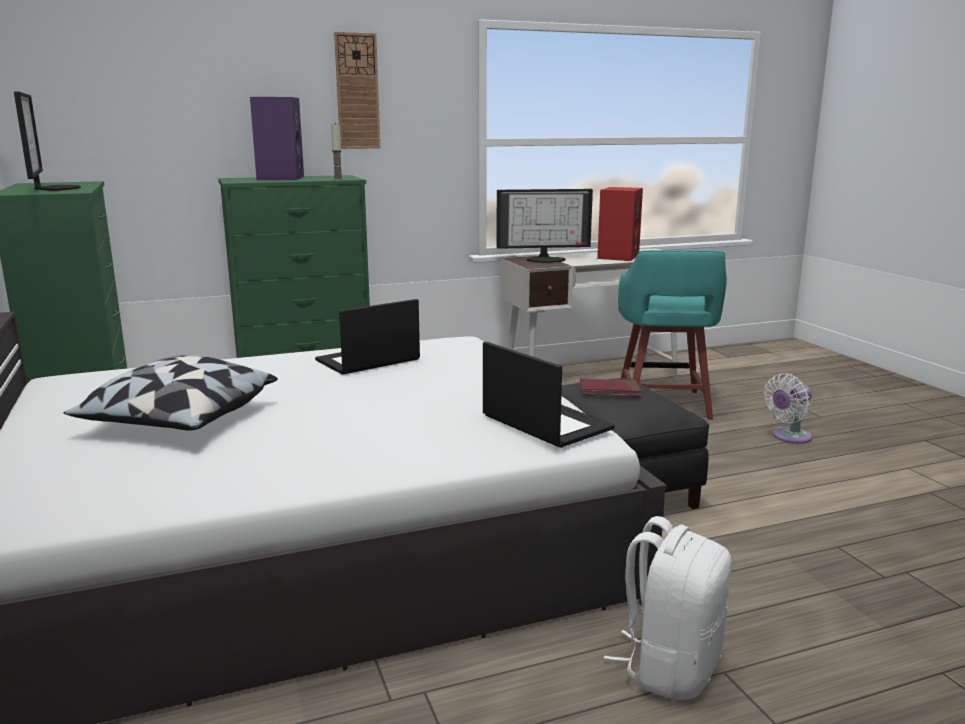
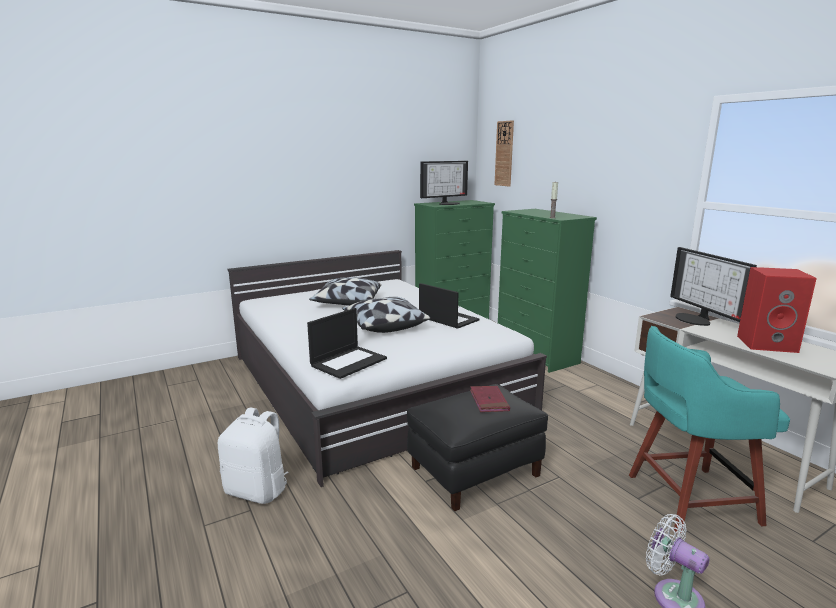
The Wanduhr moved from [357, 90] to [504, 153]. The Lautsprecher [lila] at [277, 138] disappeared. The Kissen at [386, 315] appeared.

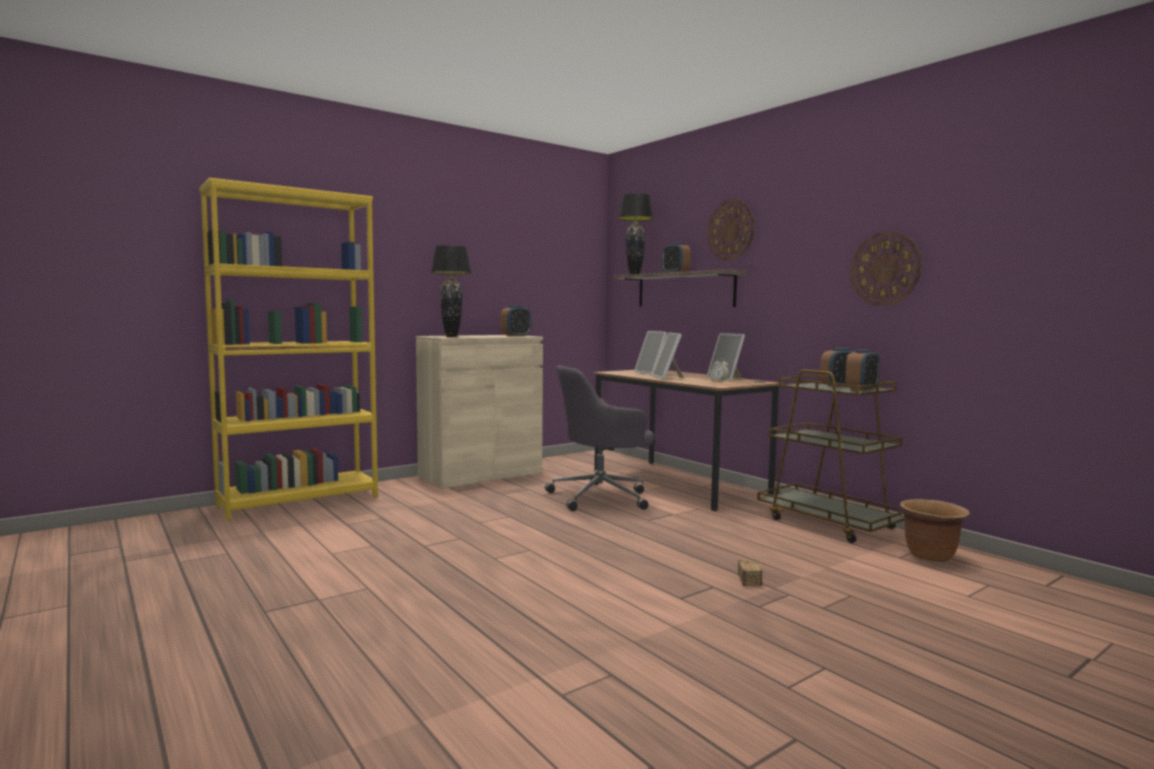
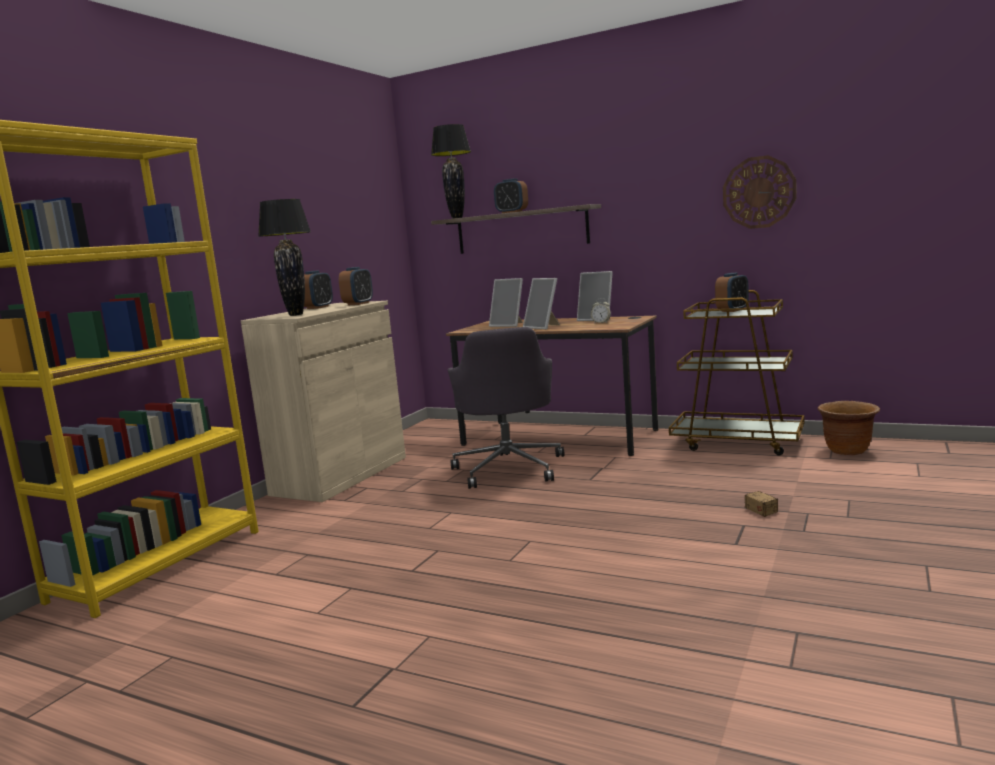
The Wanduhr at [731, 229] disappeared. The Wecker moved from [862, 370] to [318, 289]. The Bürostuhl [grau] at [599, 438] turned 45 degrees counterclockwise.

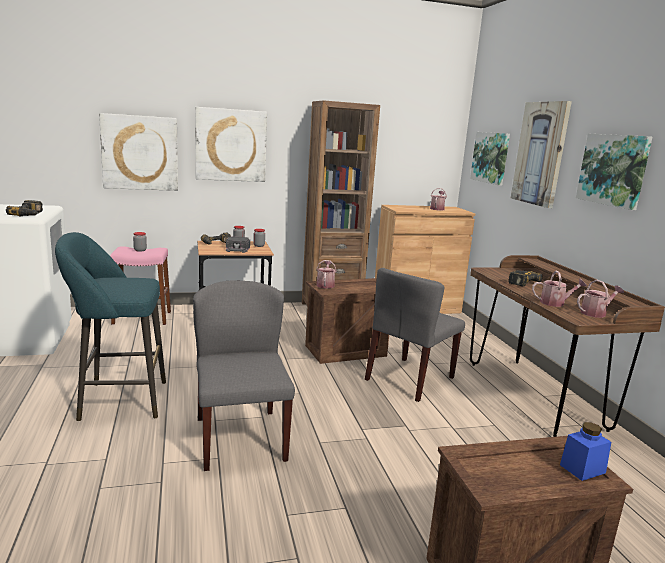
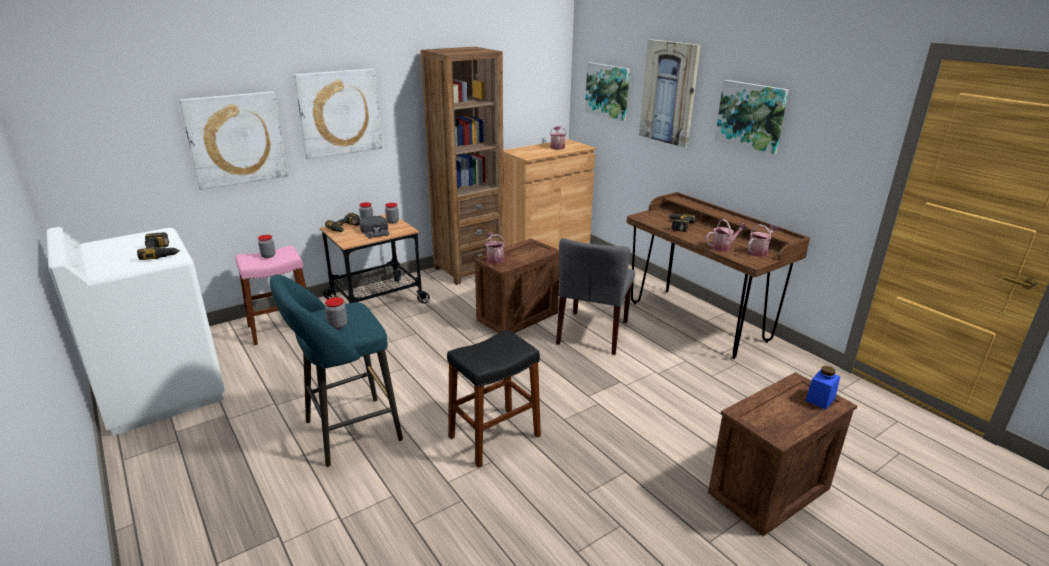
The Stuhl [grau] at [244, 375] was replaced by the Hocker [schwarz] at [494, 398]. The Vorratsglas at [336, 313] appeared.

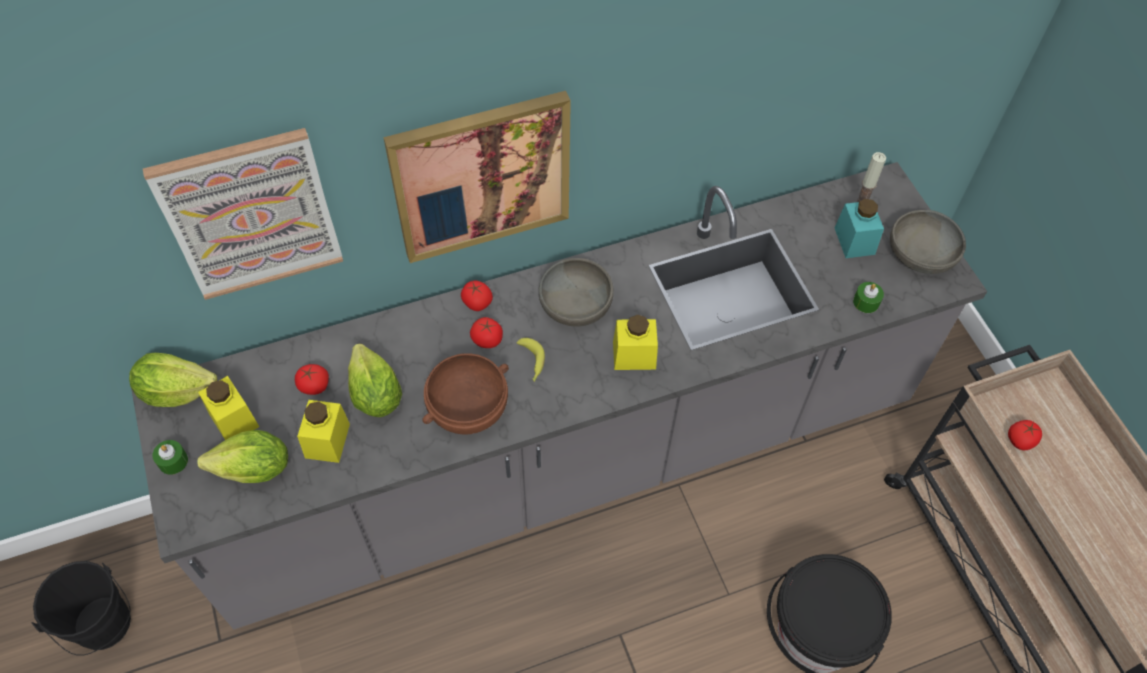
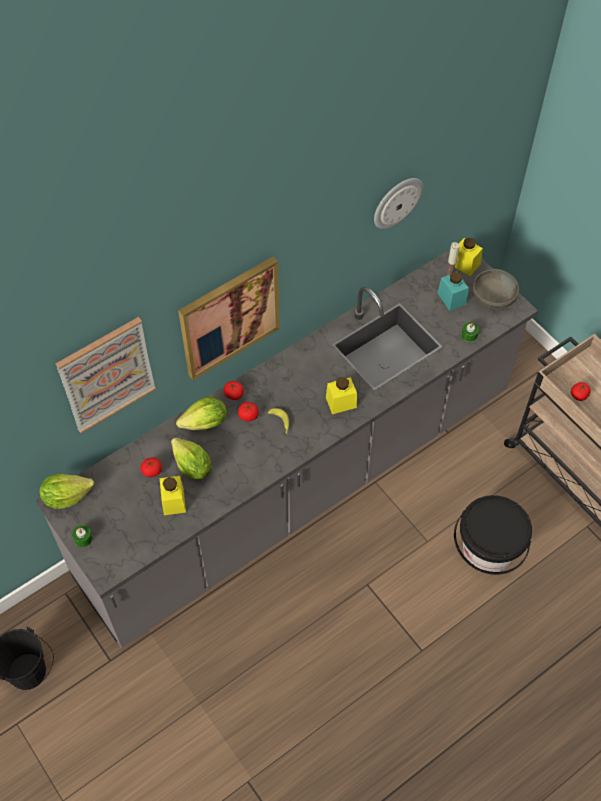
The Schüssel [grau] at [576, 292] disappeared. The Schüssel [braun] at [466, 393] disappeared. The Vorratsglas [gelb] moved from [228, 408] to [469, 257]. The Salatkopf moved from [242, 456] to [201, 413]. The Wanduhr at [398, 203] appeared.

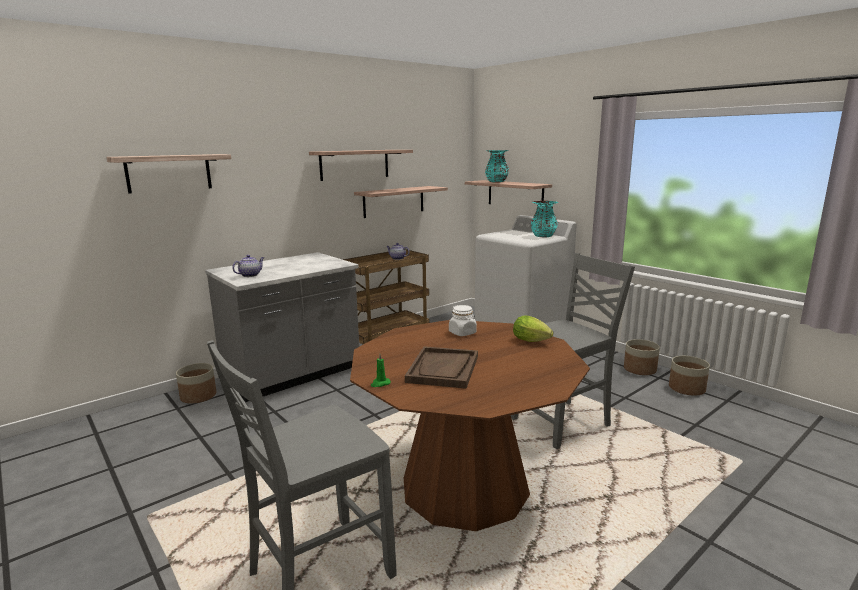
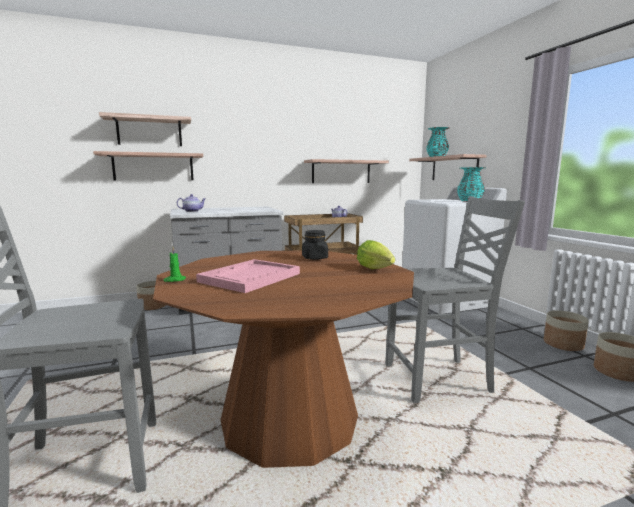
The Wandregal moved from [361, 165] to [148, 165]. The Vorratsglas [weiß] at [463, 320] became the Vorratsglas [schwarz] at [315, 245]. The Tablett [braun] at [441, 367] became the Tablett [rosa] at [248, 276].

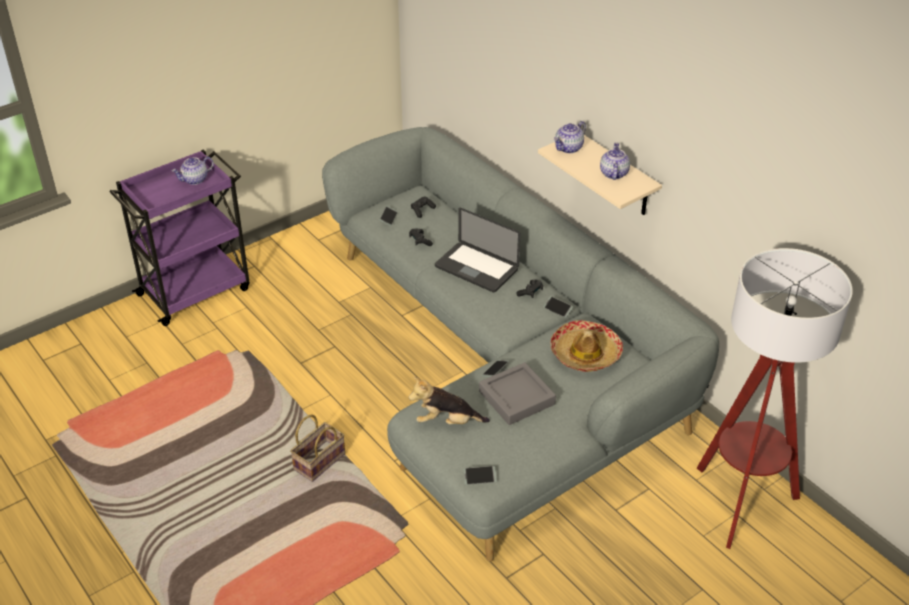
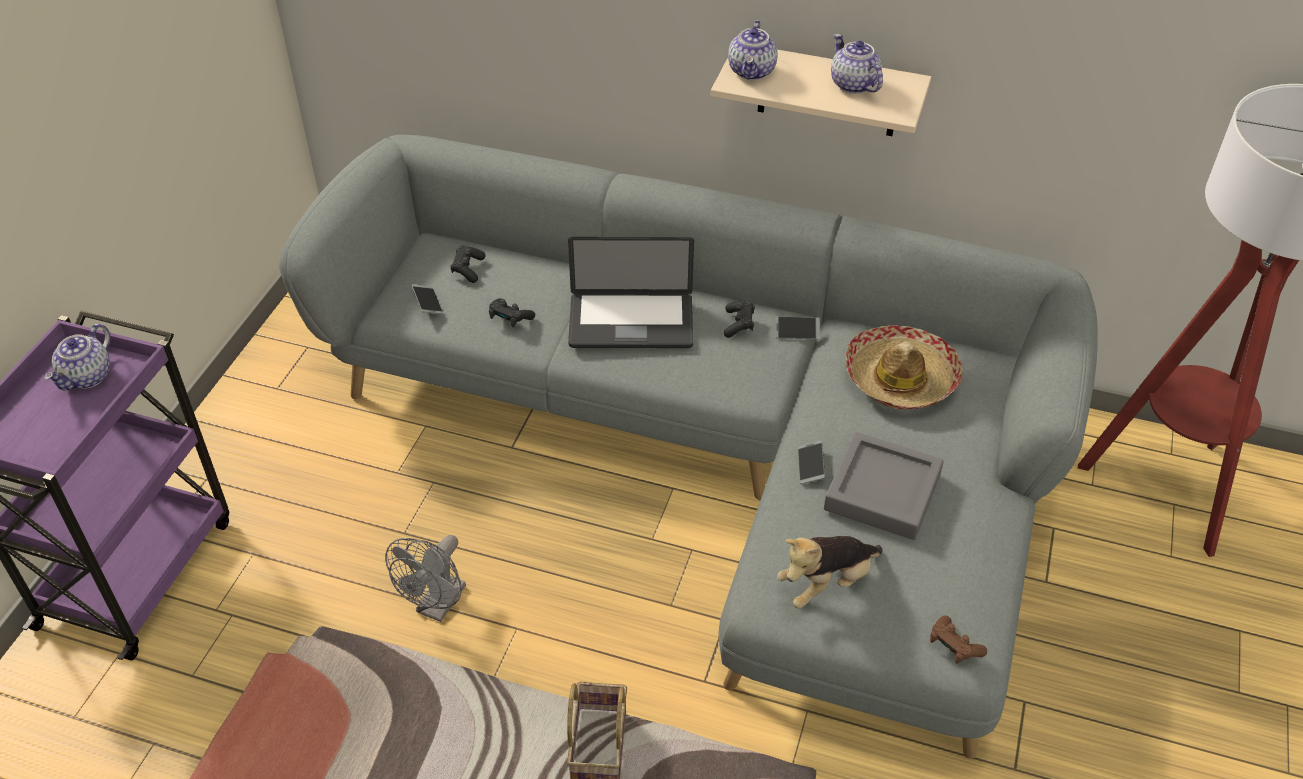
The Handy at [480, 475] was replaced by the Gamepad [braun] at [958, 640]. The Ventilator [grau] at [425, 578] appeared.

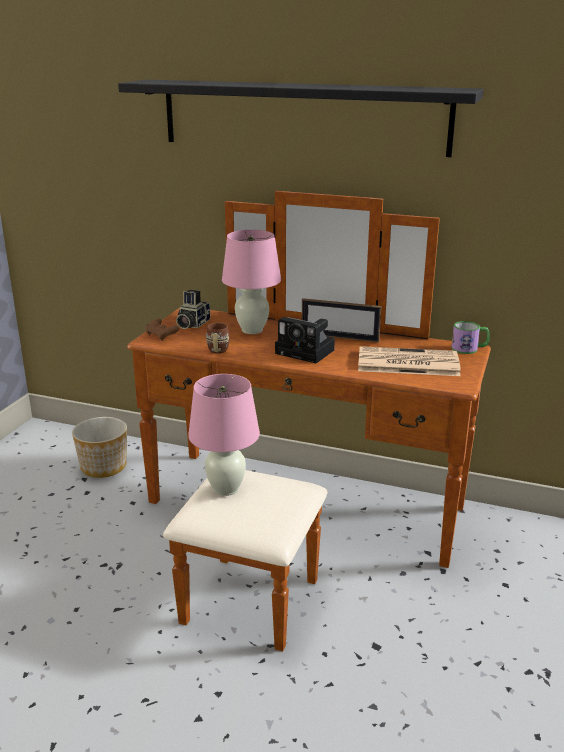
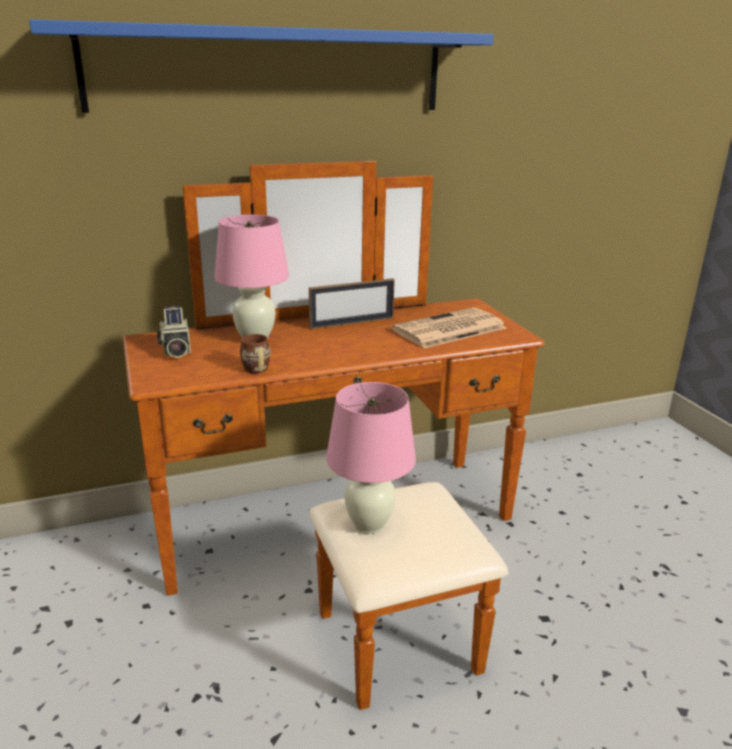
The Wandregal [schwarz] at [301, 118] became the Wandregal [blau] at [261, 66]. The Kamera at [305, 340] disappeared. The Gamepad [braun] at [162, 329] disappeared. The Henkelbecher at [470, 337] disappeared. The Pflanzkübel at [99, 447] disappeared.

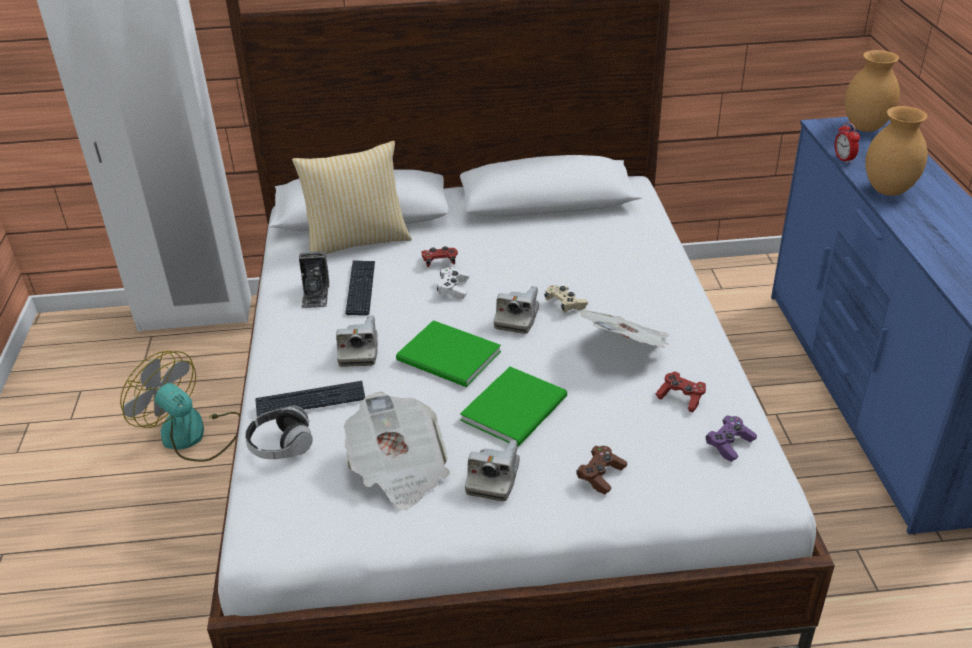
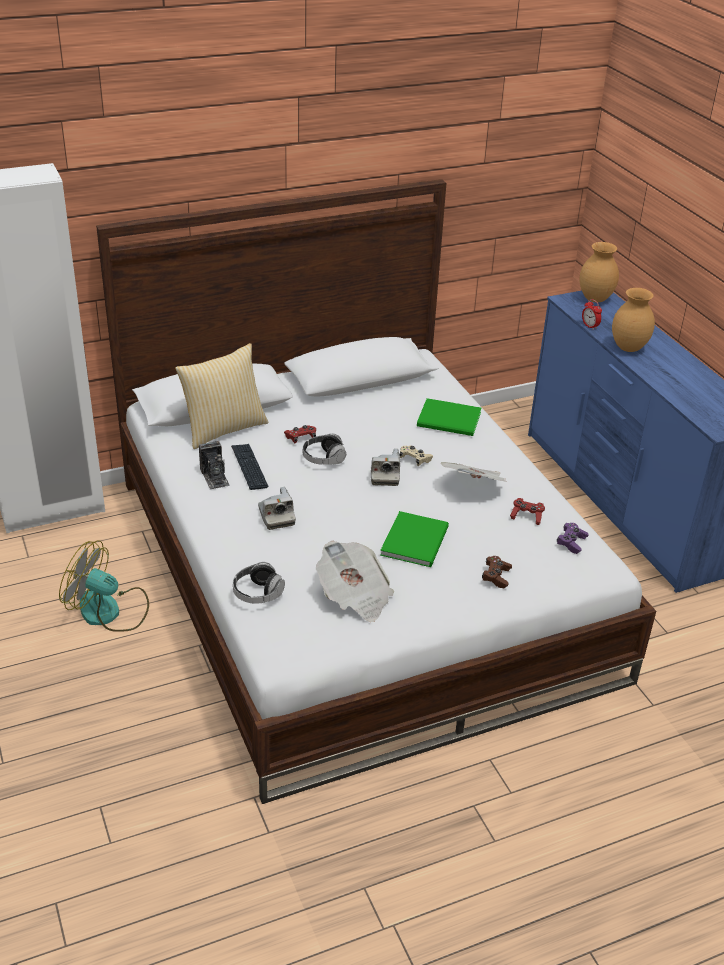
The Gamepad [weiß] at [453, 283] was replaced by the Kopfhörer at [324, 449]. The Buch [grün] moved from [448, 353] to [449, 417]. The Tastatur at [310, 399] disappeared. The Kamera at [492, 470] disappeared.

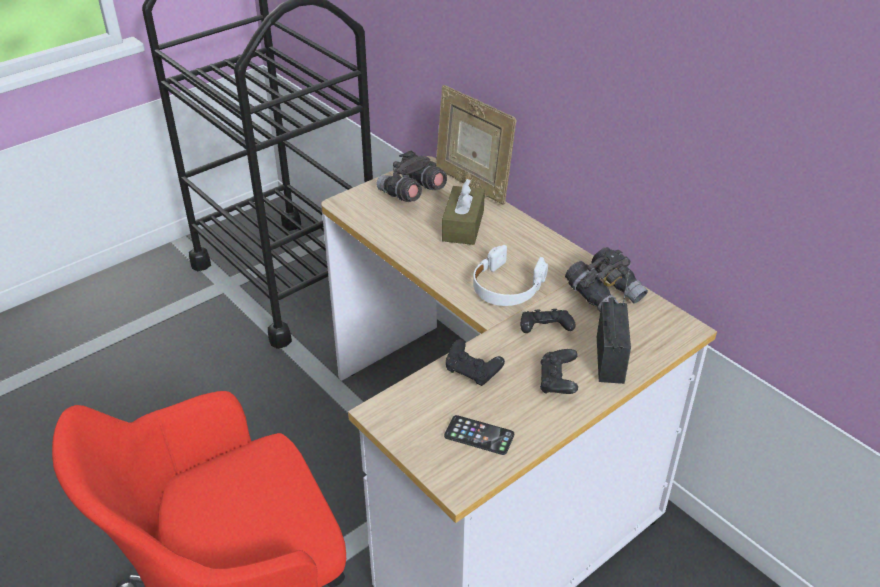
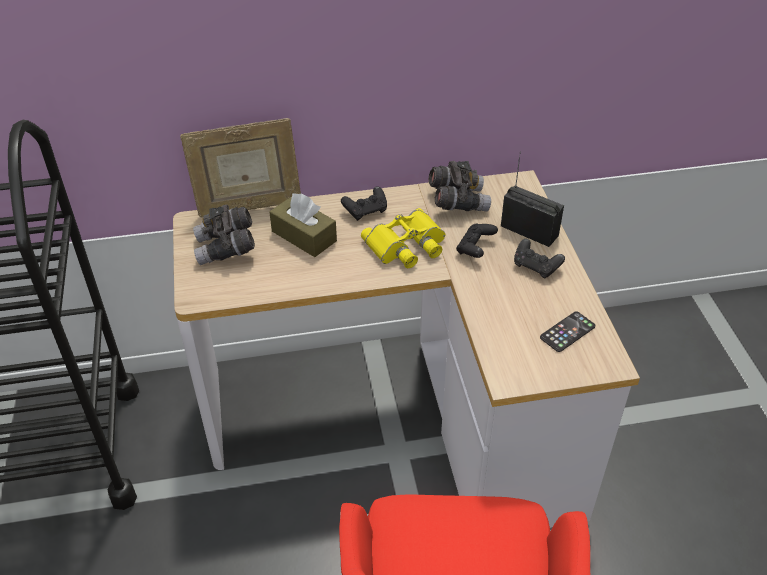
The Kopfhörer [weiß] at [510, 275] was replaced by the Fernglas [gelb] at [403, 238]. The Gamepad [schwarz] moved from [475, 362] to [364, 203].

